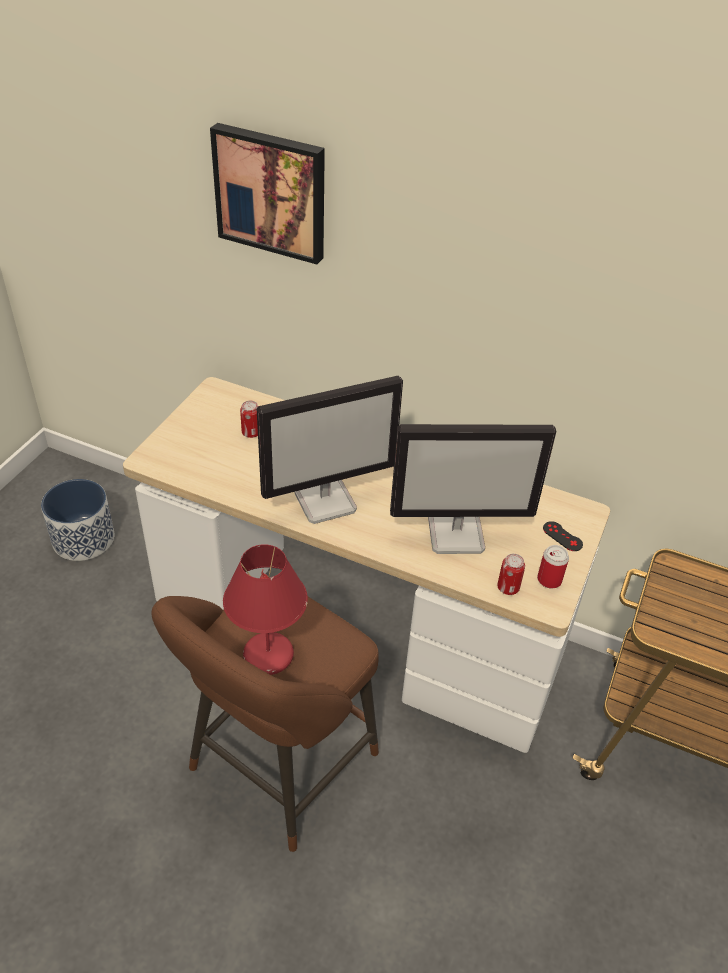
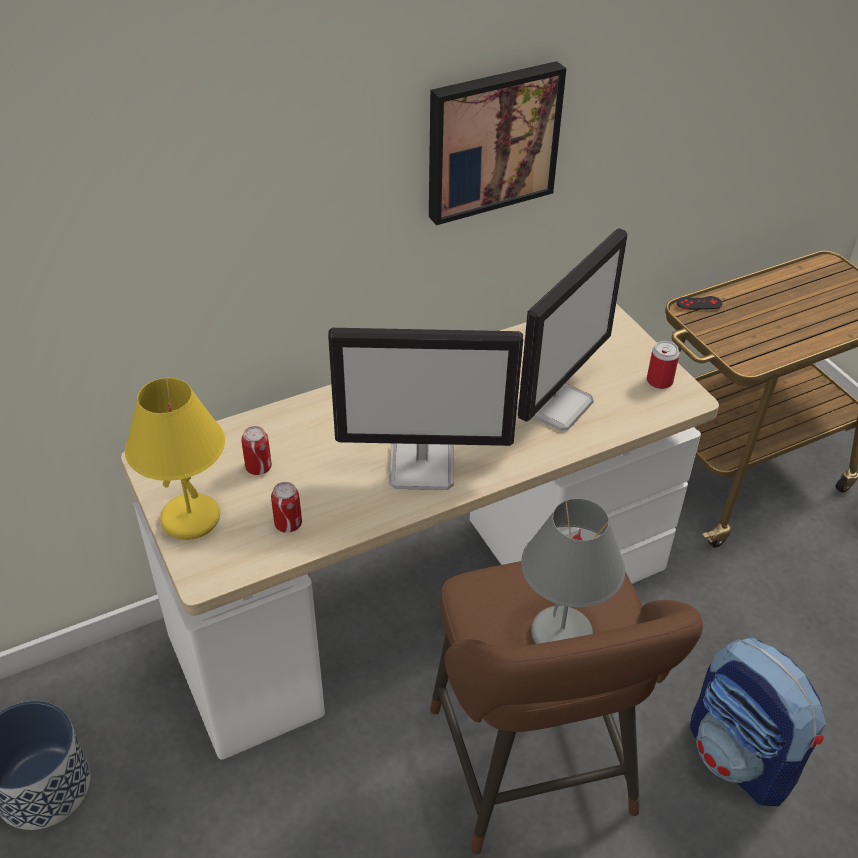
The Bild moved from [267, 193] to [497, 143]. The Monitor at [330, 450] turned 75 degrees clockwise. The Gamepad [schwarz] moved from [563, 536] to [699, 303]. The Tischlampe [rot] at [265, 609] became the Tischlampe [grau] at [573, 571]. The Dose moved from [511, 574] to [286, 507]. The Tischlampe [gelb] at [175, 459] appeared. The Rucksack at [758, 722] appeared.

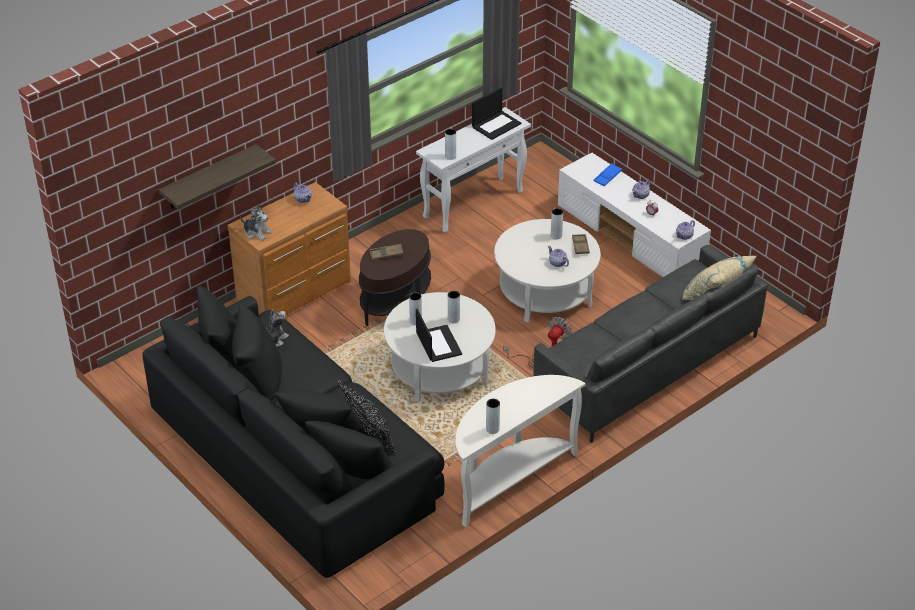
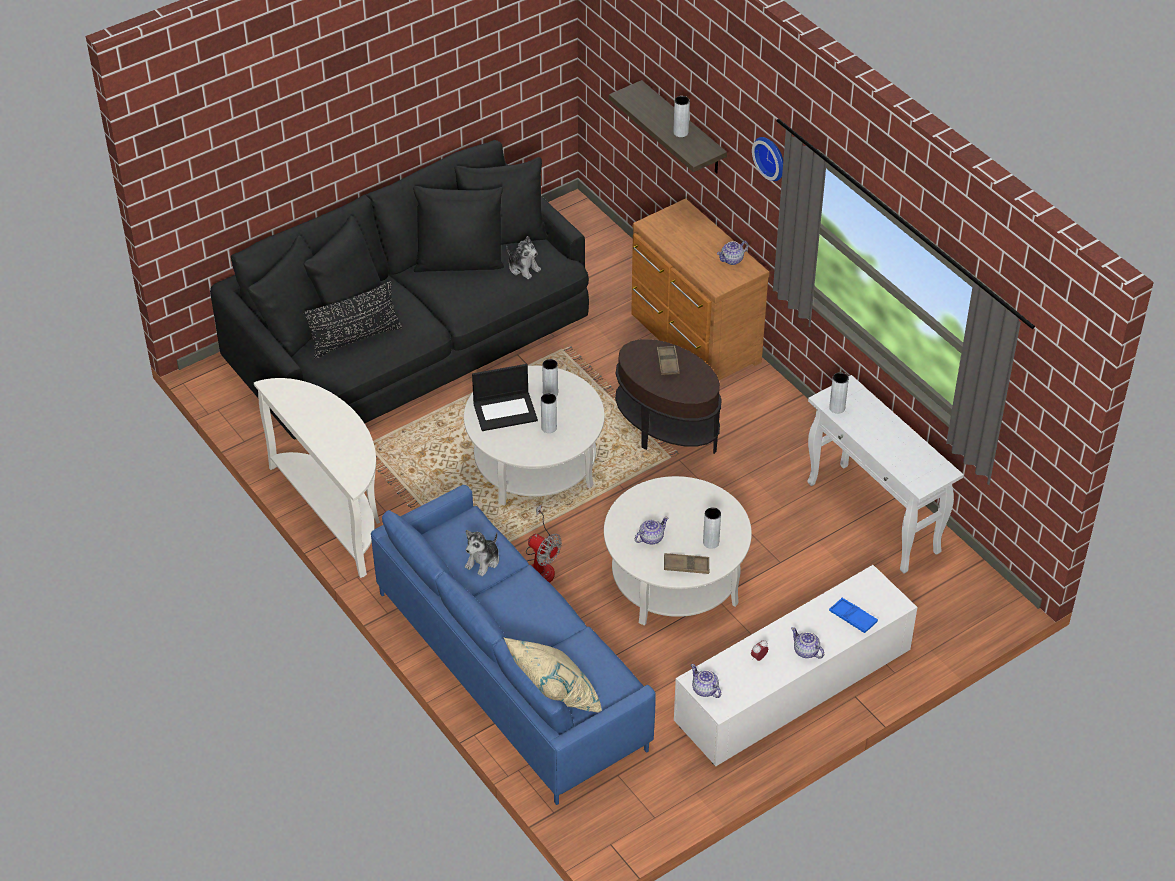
The Laptop at [496, 114] disappeared. The Plüschtier moved from [256, 222] to [482, 553]. The Sofa [grau] at [650, 344] became the Sofa [blau] at [513, 645]. The Vase [grau] moved from [493, 416] to [681, 116]. The Wanduhr at [767, 159] appeared.

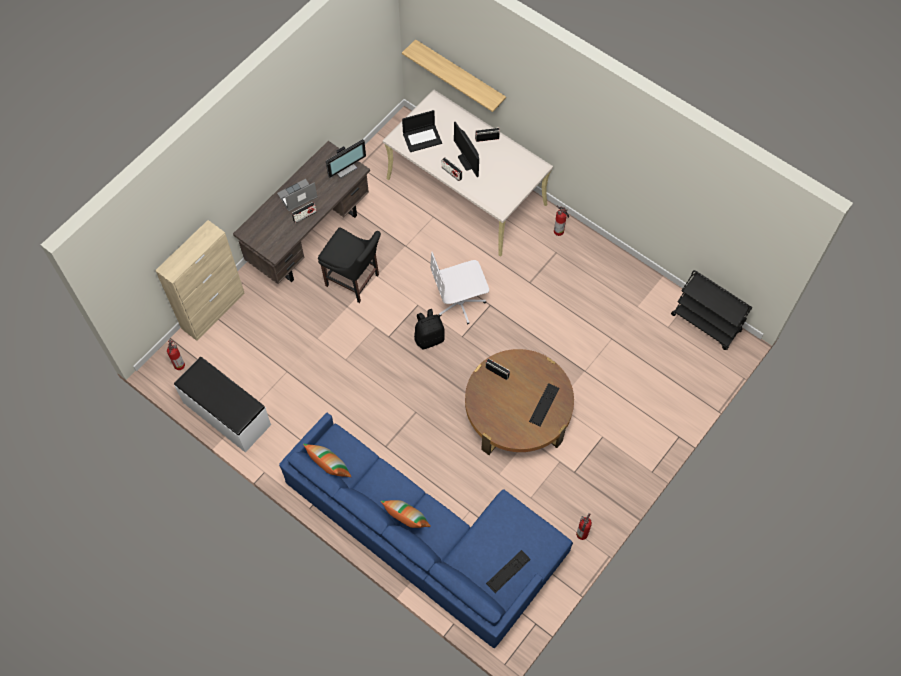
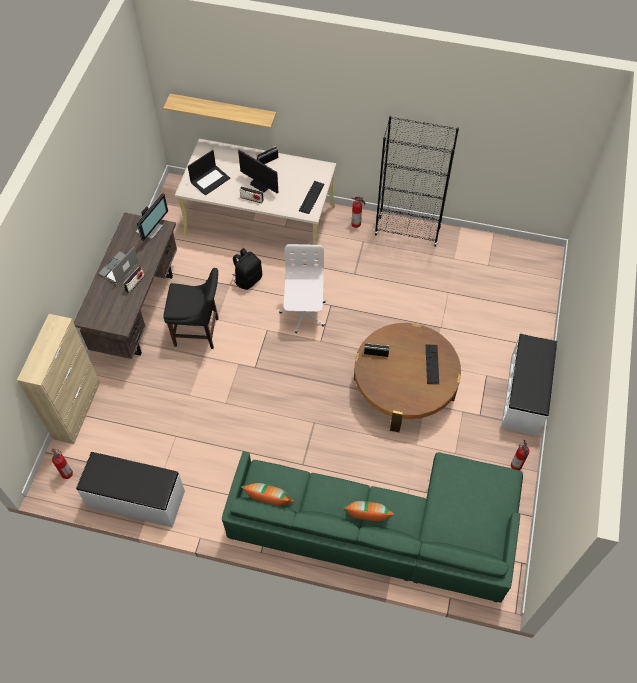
The Bürostuhl [weiß] at [459, 288] turned 135 degrees clockwise. The Rollwagen [schwarz] at [711, 310] disappeared. The Rucksack [schwarz] moved from [429, 329] to [247, 269]. The Sofa [blau] at [426, 530] became the Sofa [grün] at [372, 527]. The Tastatur moved from [508, 571] to [312, 197]. The Bücherregal [schwarz] at [416, 181] appeared. The Bank [weiß] at [529, 385] appeared.

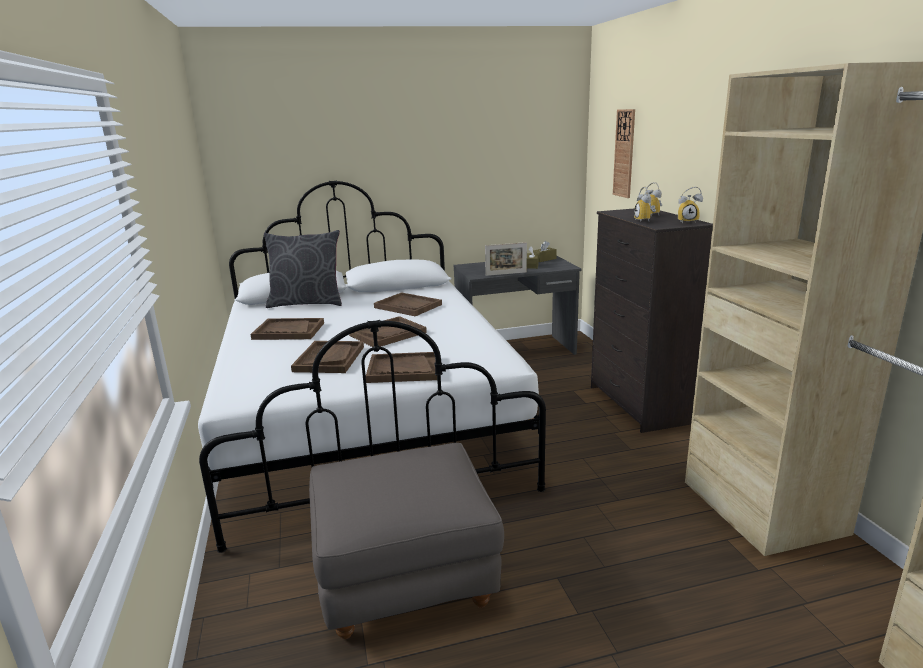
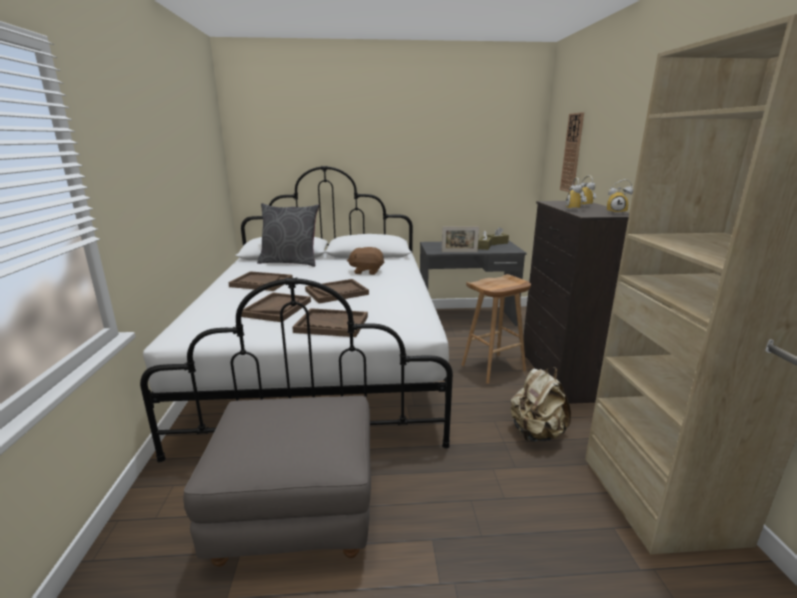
The Tablett [braun] at [408, 304] was replaced by the Plüschtier [braun] at [366, 261]. The Hocker [braun] at [496, 329] appeared. The Rucksack [beige] at [540, 404] appeared.

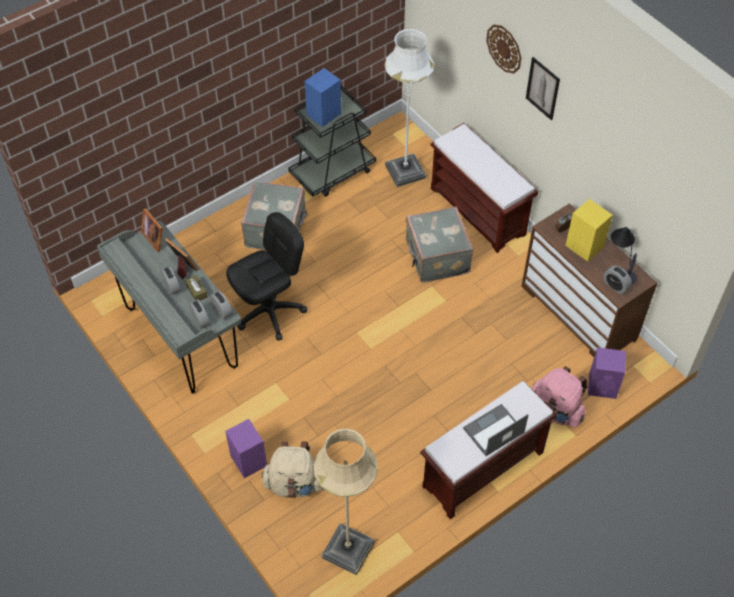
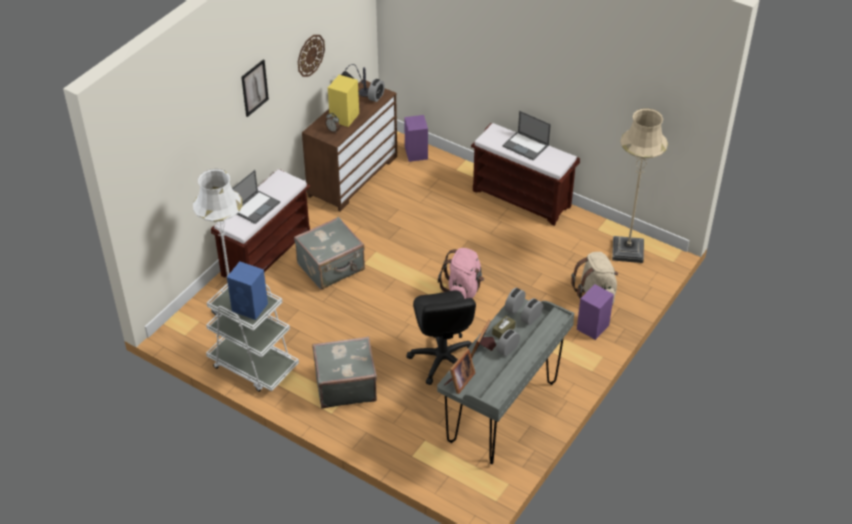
The Wanduhr moved from [503, 49] to [311, 56]. The Rollwagen [schwarz] at [332, 141] became the Rollwagen [weiß] at [252, 337]. The Bürostuhl [schwarz] at [266, 276] turned 135 degrees counterclockwise. The Rucksack [rosa] moved from [560, 397] to [461, 273]. The Laptop at [256, 197] appeared.

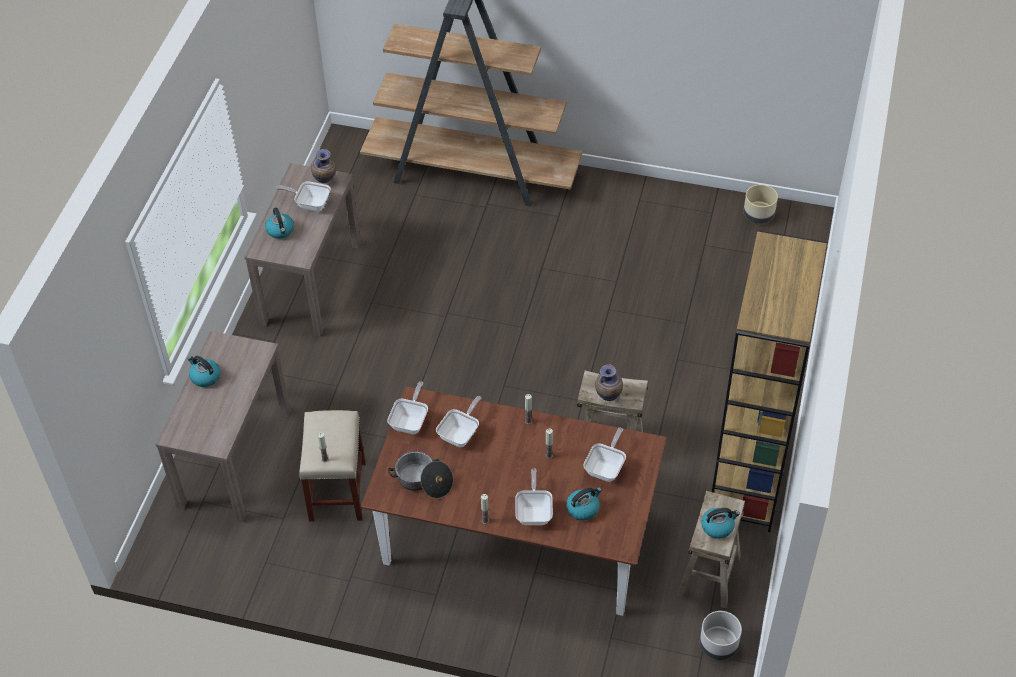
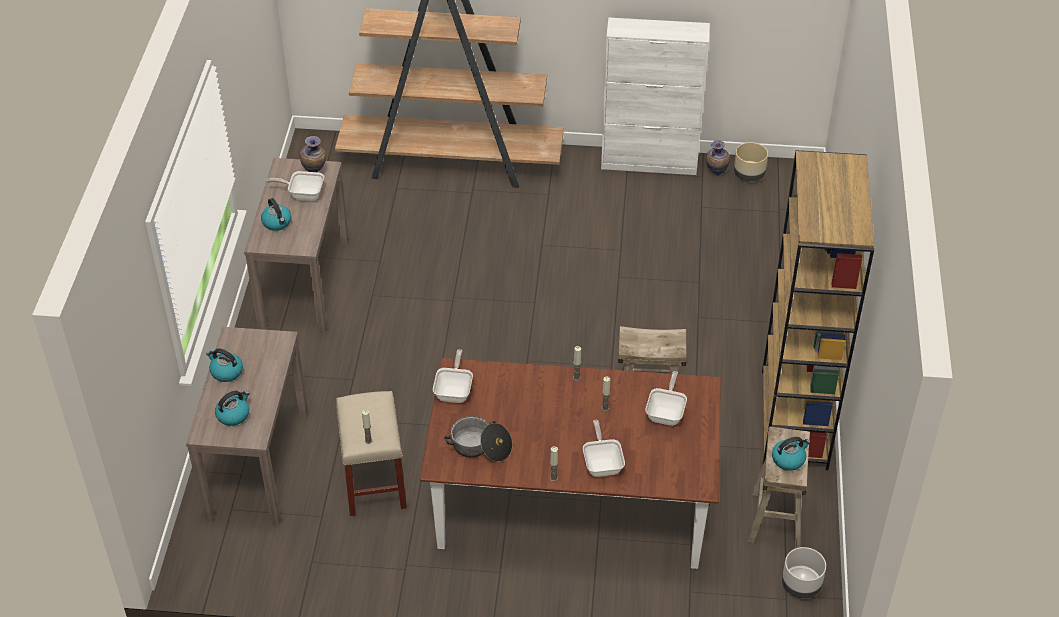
The Vase moved from [609, 382] to [718, 158]. The Pfanne at [459, 421] disappeared. The Wasserkessel moved from [584, 504] to [232, 408]. The Schrank [weiß] at [655, 96] appeared.

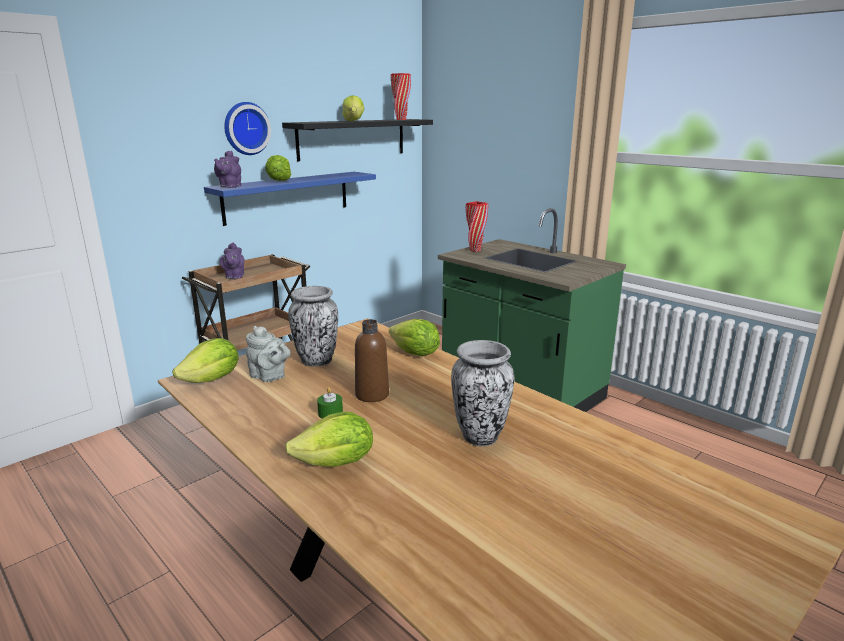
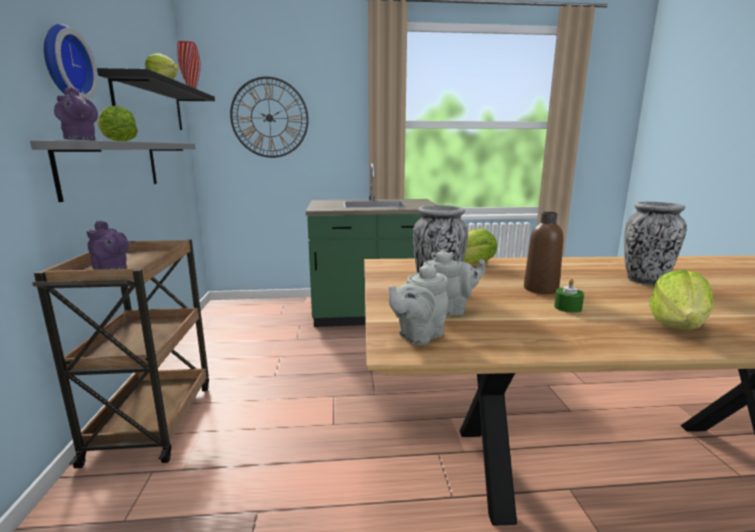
The Wandregal [blau] at [290, 199] became the Wandregal [grau] at [113, 171]. The Vase [rot] at [477, 226] disappeared. The Salatkopf at [205, 360] was replaced by the Teekanne [grau] at [418, 304]. The Wanduhr at [269, 117] appeared.

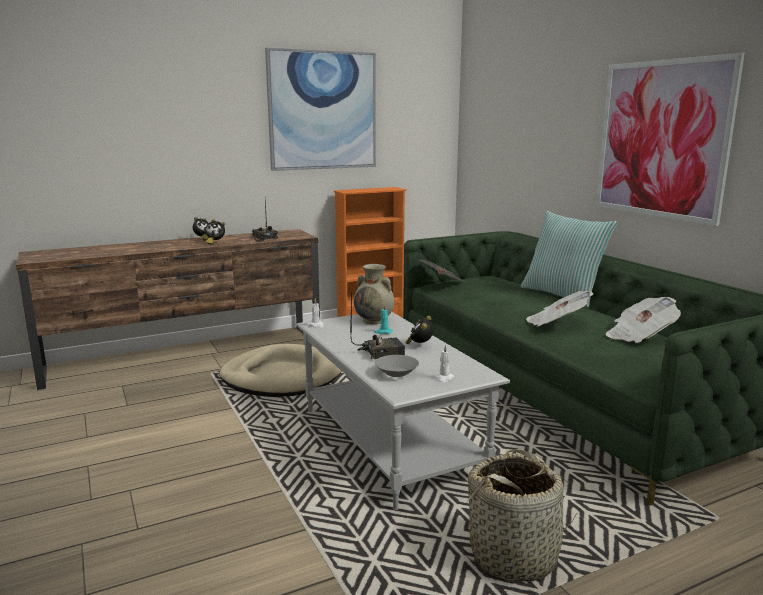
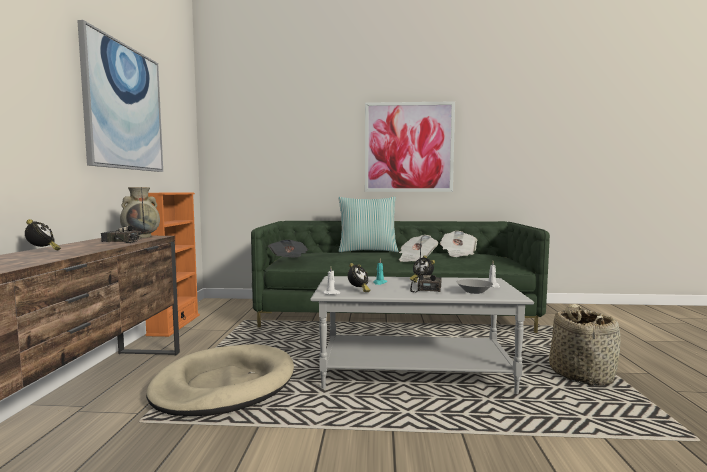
The Wecker moved from [215, 232] to [359, 277]. The Vase [beige] moved from [374, 294] to [140, 212].

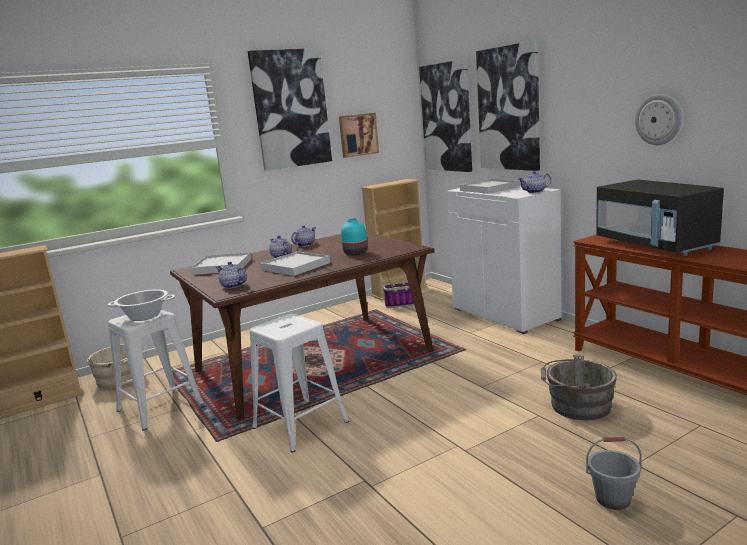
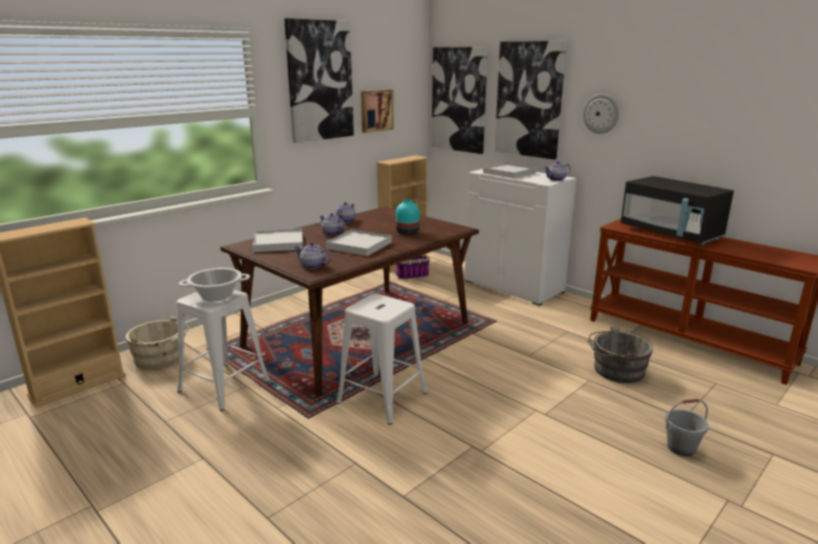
The Wanduhr moved from [658, 119] to [601, 114].

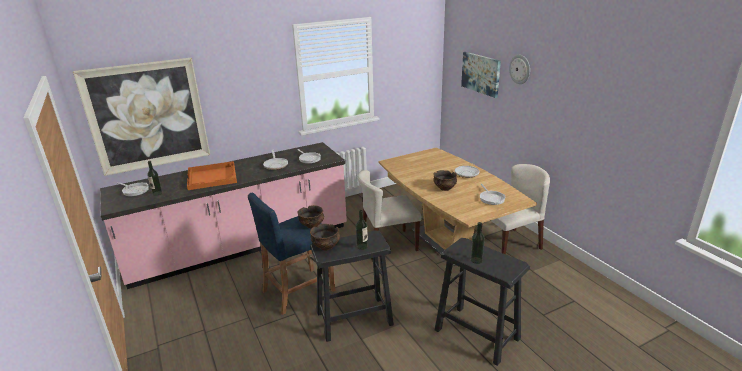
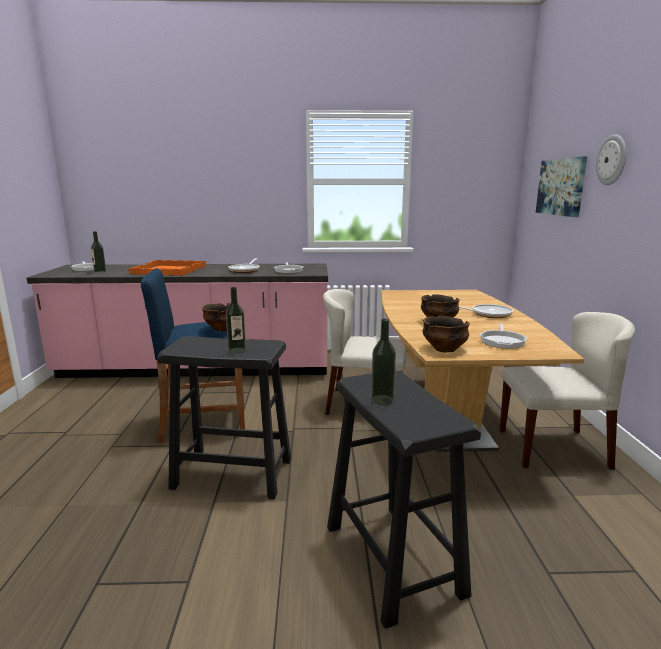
The Bild at [141, 117] disappeared. The Schüssel moved from [325, 237] to [446, 334].

